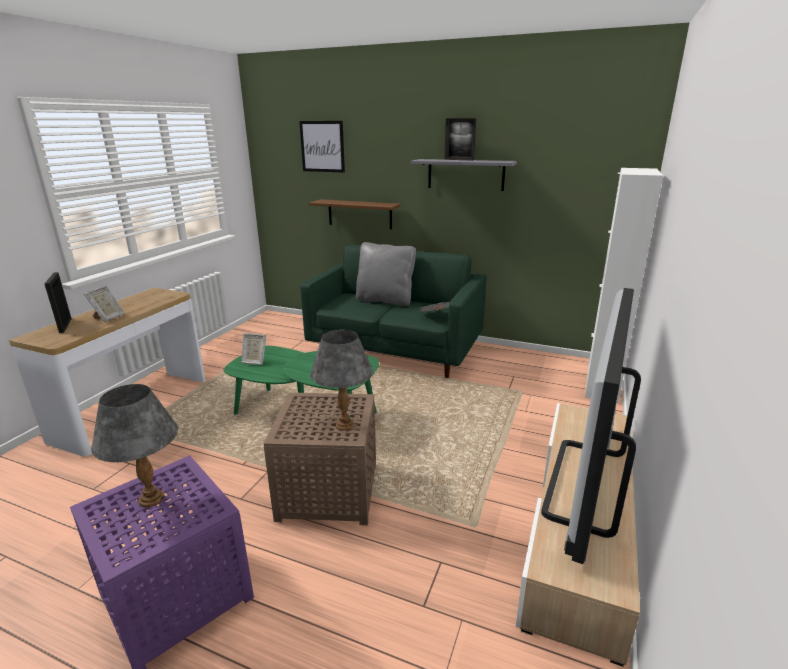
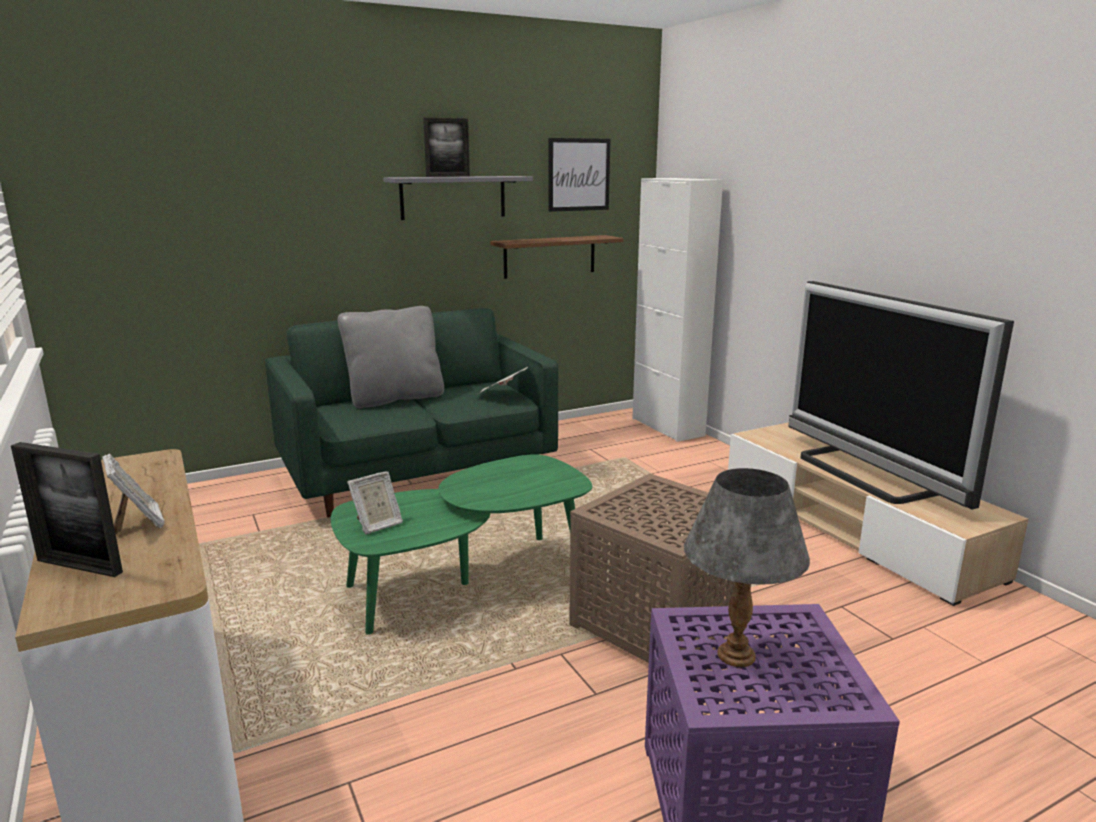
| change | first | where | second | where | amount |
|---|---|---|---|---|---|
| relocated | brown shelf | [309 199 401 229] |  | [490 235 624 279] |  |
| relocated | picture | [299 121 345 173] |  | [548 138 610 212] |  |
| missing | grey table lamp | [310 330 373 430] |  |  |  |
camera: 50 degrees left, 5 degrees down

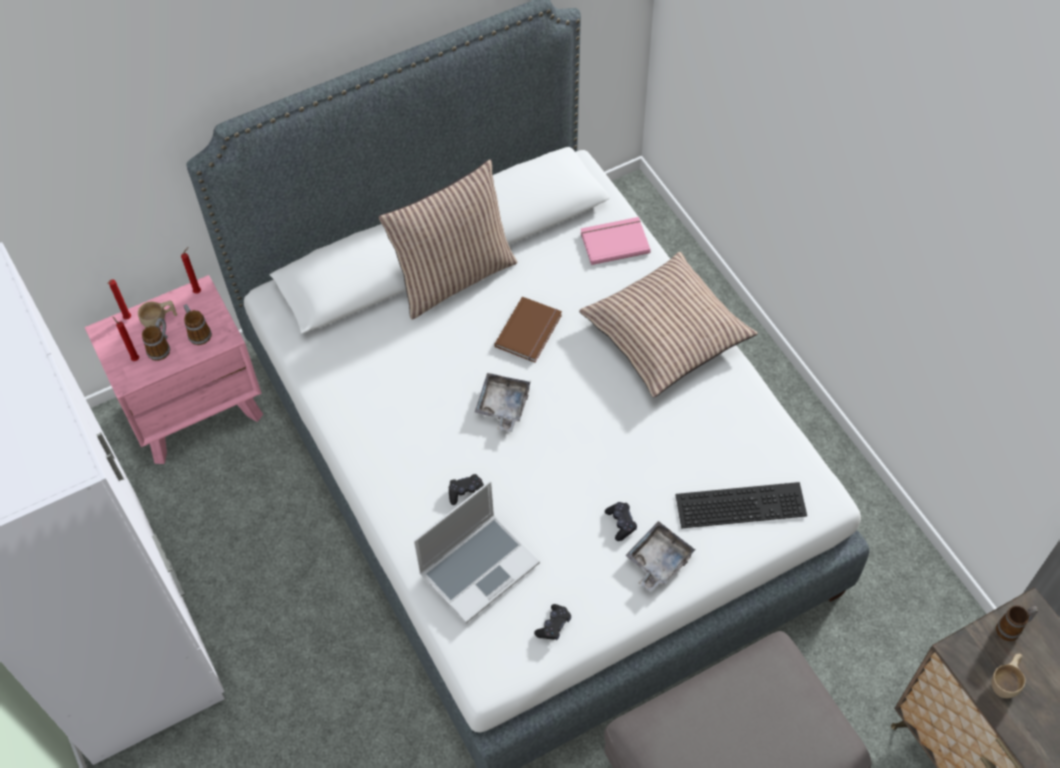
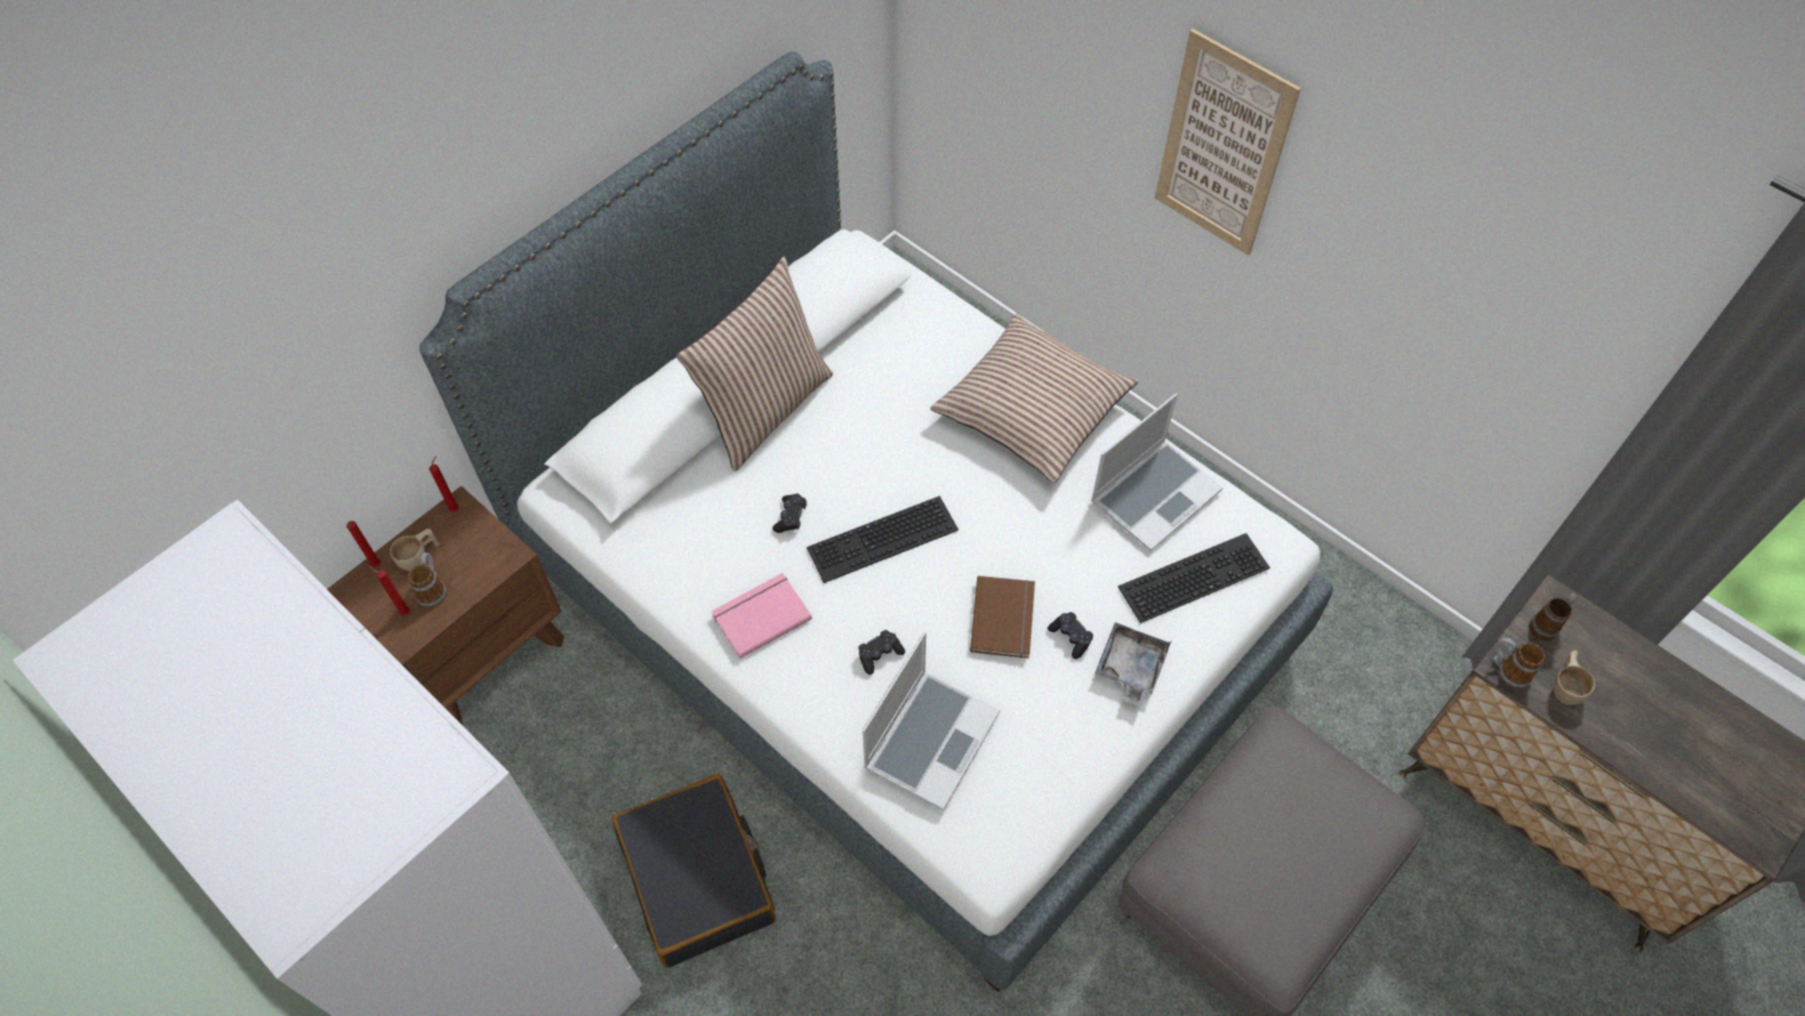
| change | first | where | second | where | amount |
|---|---|---|---|---|---|
| colour | pink nightstand | [85 275 263 464] | brown nightstand | [327 486 564 726] |  |
| appeared |  |  | black suitcase | [612 774 775 968] |  |
| relocated | pink book | [580 217 651 265] |  | [711 573 812 659] |  |
| relocated | black game controller | [534 604 571 641] |  | [772 494 807 533] |  |
| exchanged | grey tray | [475 373 531 432] | keyboard | [807 496 959 583] |  |
| relocated | brown book | [494 297 562 362] |  | [970 576 1035 658] |  |
| appeared |  |  | laptop | [1091 393 1223 551] |  |
| appeared |  |  | picture | [1155 28 1301 256] |  |
| relocated | mug | [184 304 212 345] |  | [1493 638 1545 689] |  |
camera: 20 degrees left, 0 degrees up

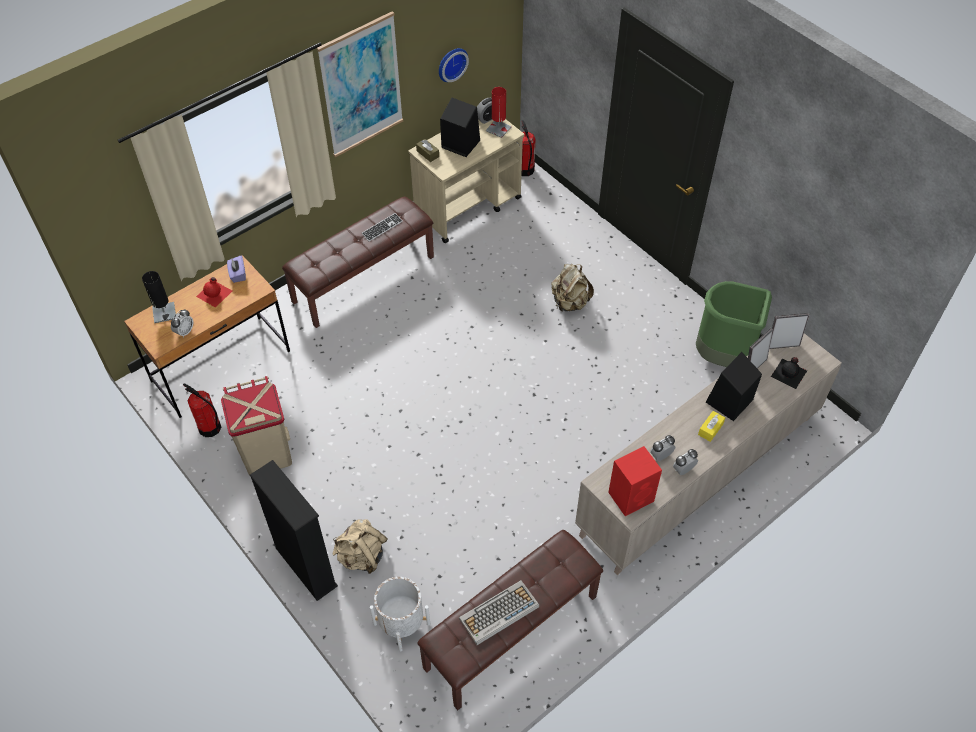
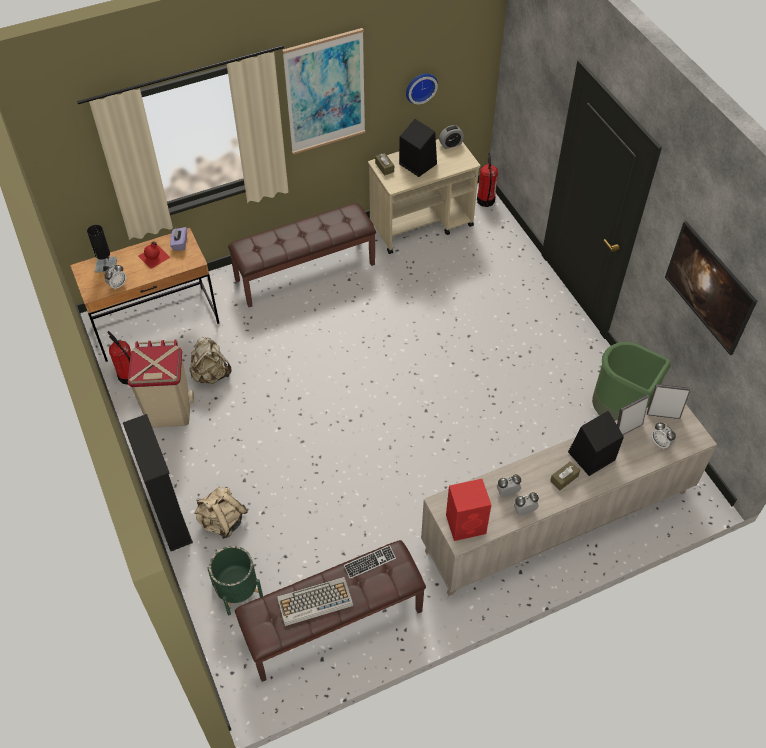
| change | first | where | second | where | amount |
|---|---|---|---|---|---|
| relocated | beige backpack | [551 263 594 312] |  | [189 337 231 384] |  |
| colour | white planter | [370 577 430 651] | green planter | [207 546 263 615] |  |
| relocated | keyboard | [361 213 403 242] |  | [344 545 396 579] |  |
| colour | yellow tissue box | [698 411 725 442] | brown tissue box | [550 461 580 490] |  |
| exchanged | black bottle | [771 357 807 389] | alarm clock | [651 423 676 449] |  |
| appeared |  |  | picture | [665 221 757 355] |  |
| missing | red table lamp | [486 87 512 138] |  |  |  |
camera: 15 degrees right, 0 degrees up

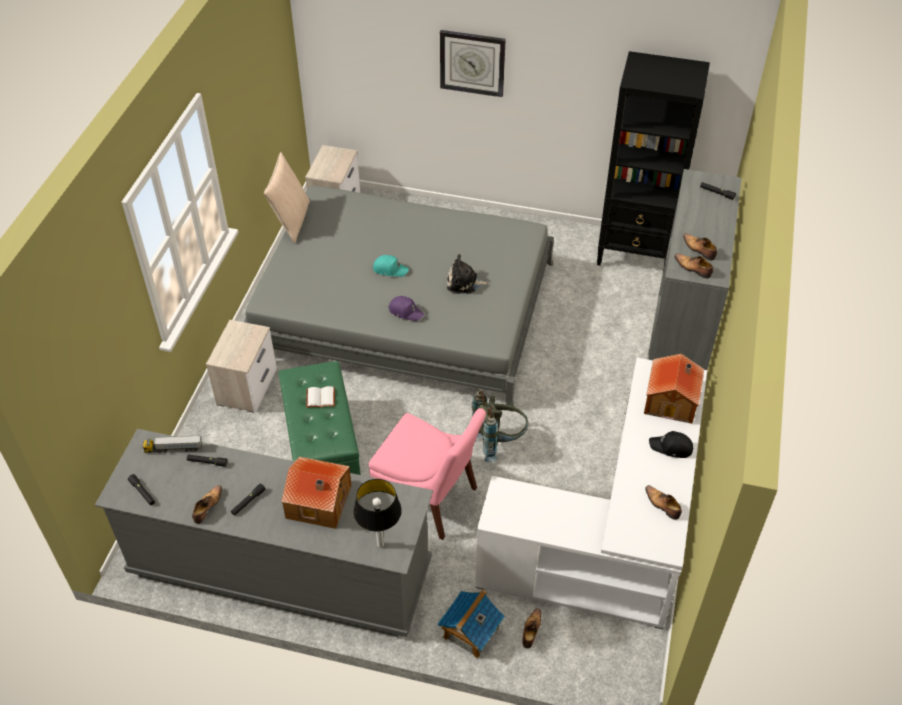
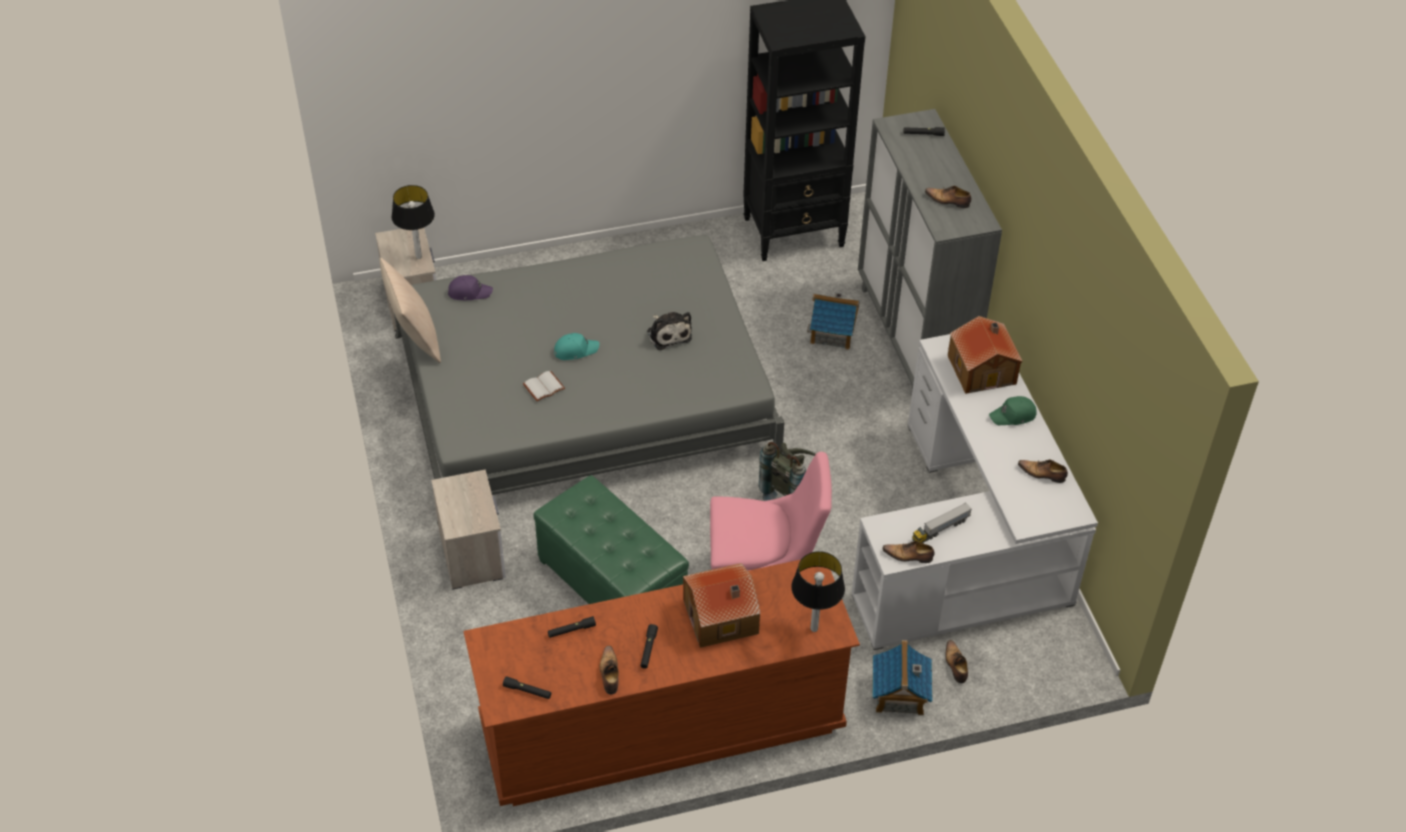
| change | first | where | second | where | amount |
|---|---|---|---|---|---|
| appeared |  |  | table lamp | [392 185 435 259] |  |
| relocated | purple cap | [388 296 424 321] |  | [448 275 493 300] |  |
| colour | grey dresser | [95 429 433 637] | brown dresser | [463 560 860 806] |  |
| relocated | white book | [306 386 335 408] |  | [523 371 565 401] |  |
| spun | plush toy | [447 254 489 294] |  | [647 312 692 350] | 90 degrees counterclockwise |
| appeared |  |  | toy house | [807 292 860 350] |  |
| relocated | shoe | [674 254 713 279] |  | [883 541 935 563] |  |
| relocated | toy truck | [143 435 202 453] |  | [912 502 972 543] |  |
| colour | black cap | [649 431 694 458] | green cap | [989 396 1037 425] |  |
| missing | wall clock | [440 30 506 97] |  |  |  |
camera: 30 degrees left, 0 degrees up

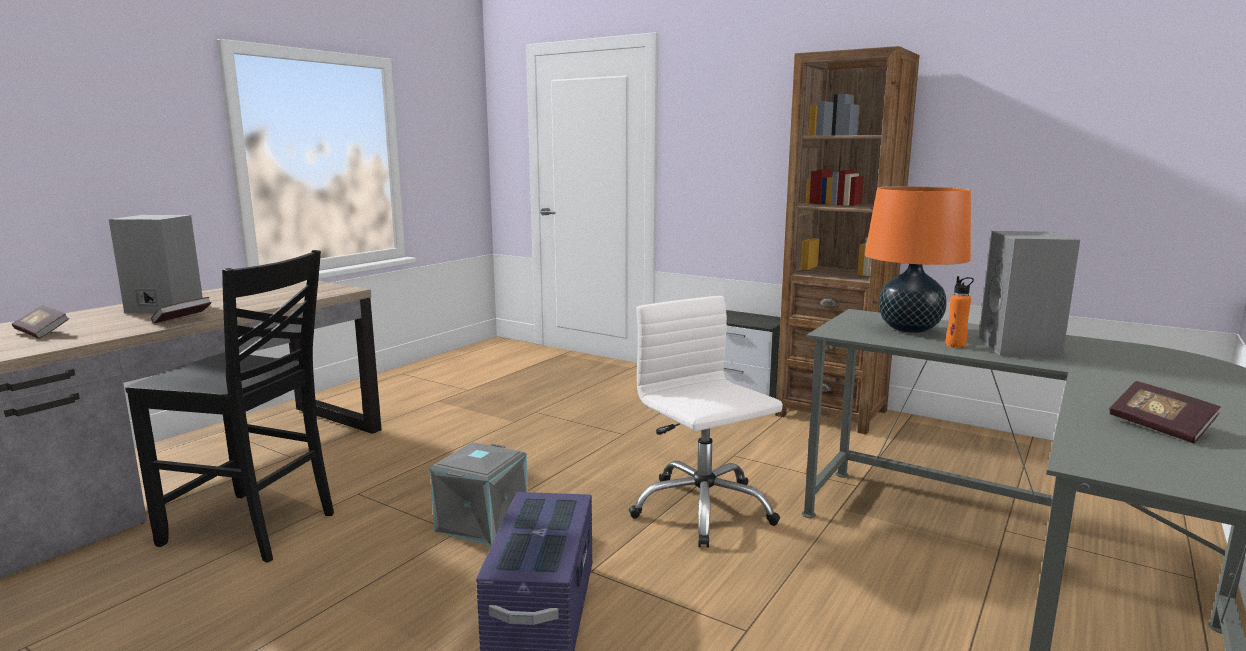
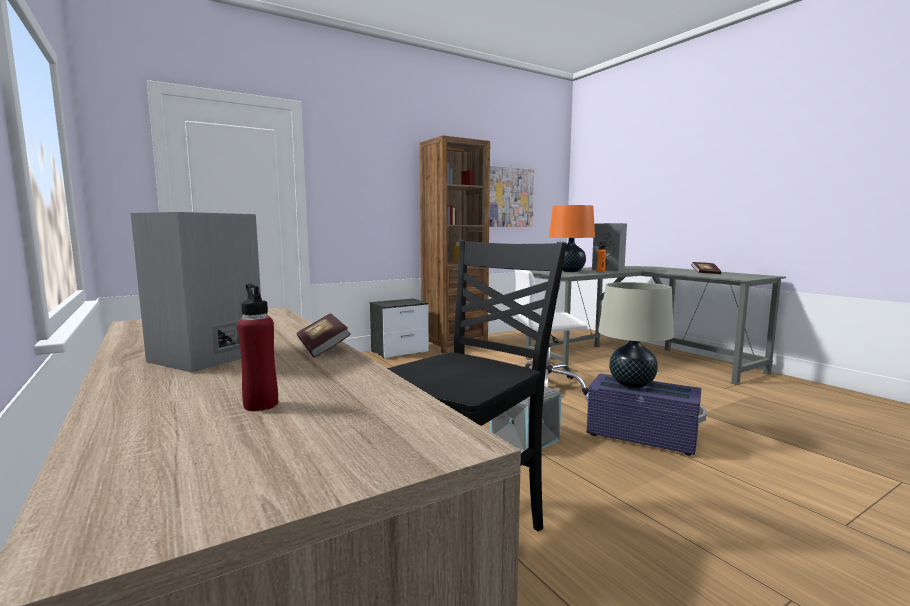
| change | first | where | second | where | amount |
|---|---|---|---|---|---|
| exchanged | book | [12 305 69 339] | red bottle | [237 284 278 411] |  |
| appeared |  |  | picture | [489 166 534 227] |  |
| appeared |  |  | beige table lamp | [598 282 674 388] |  |
camera: 65 degrees left, 5 degrees down

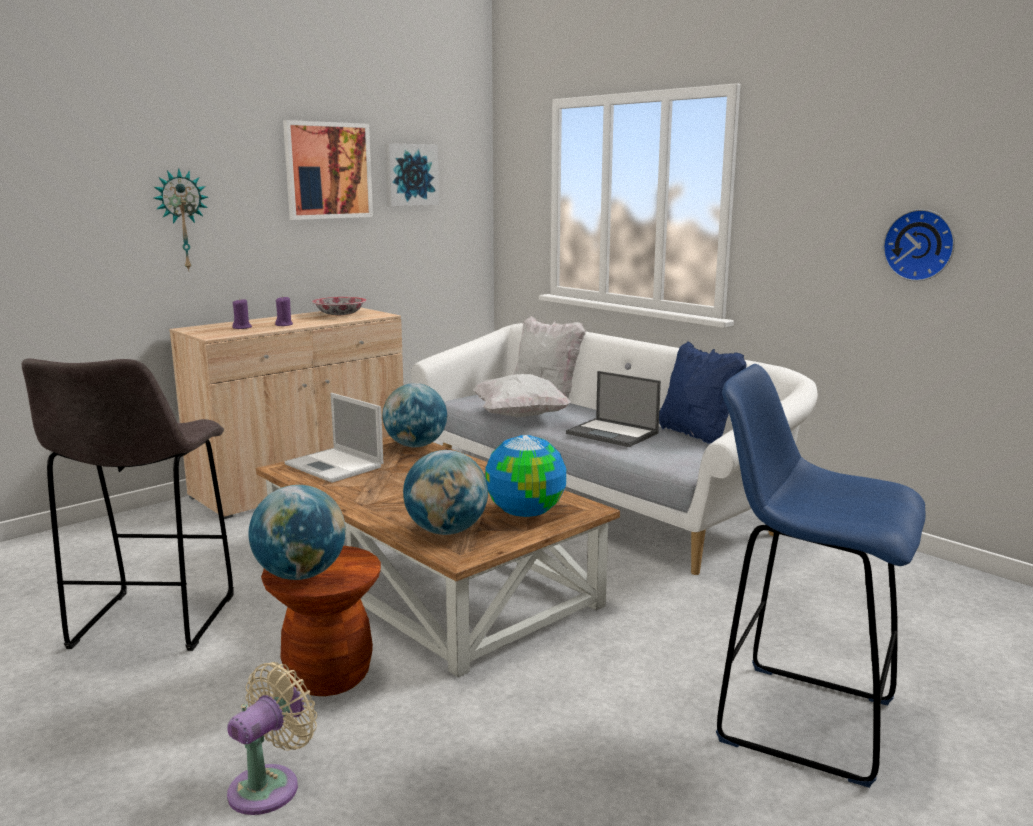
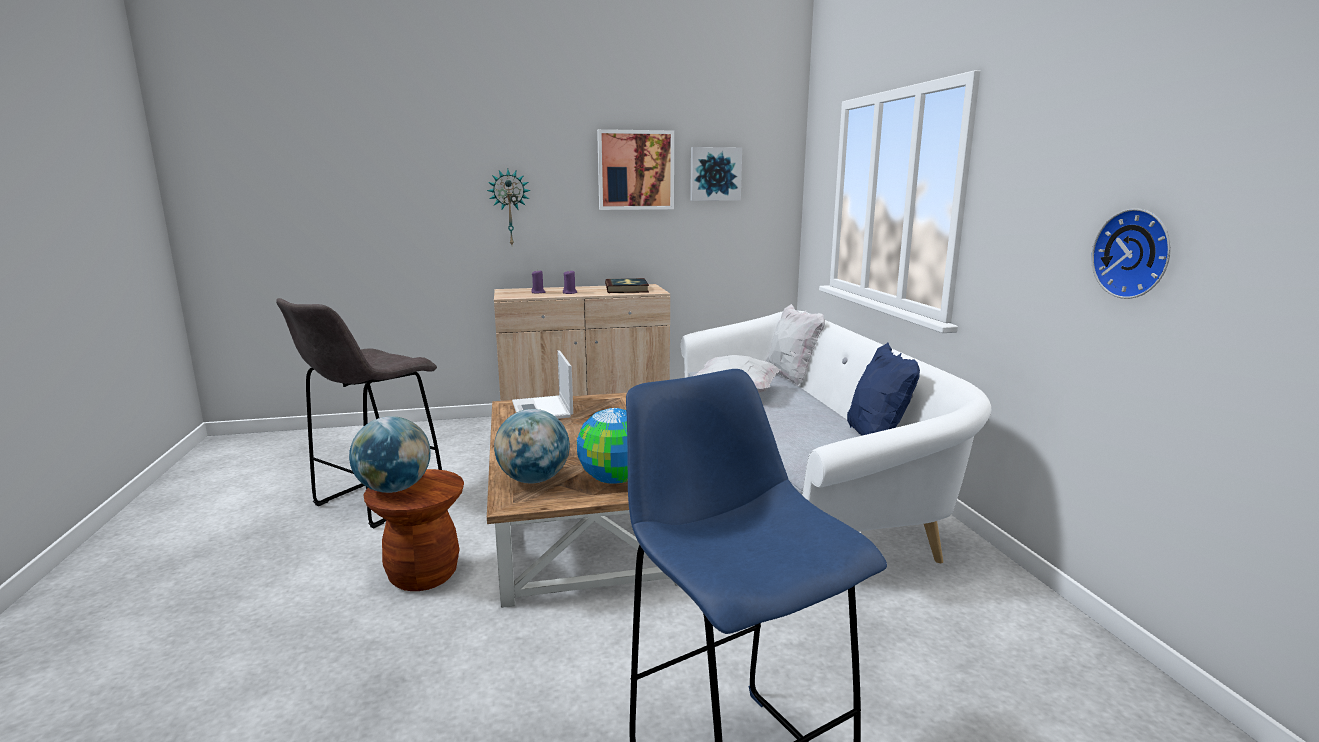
| change | first | where | second | where | amount |
|---|---|---|---|---|---|
| exchanged | bowl | [312 297 367 315] | book | [605 278 649 293] |  |
| missing | beige fan | [227 662 317 815] |  |  |  |
| missing | globe | [383 383 447 448] |  |  |  |
| missing | laptop | [566 371 661 447] |  |  |  |
camera: 30 degrees right, 0 degrees up

